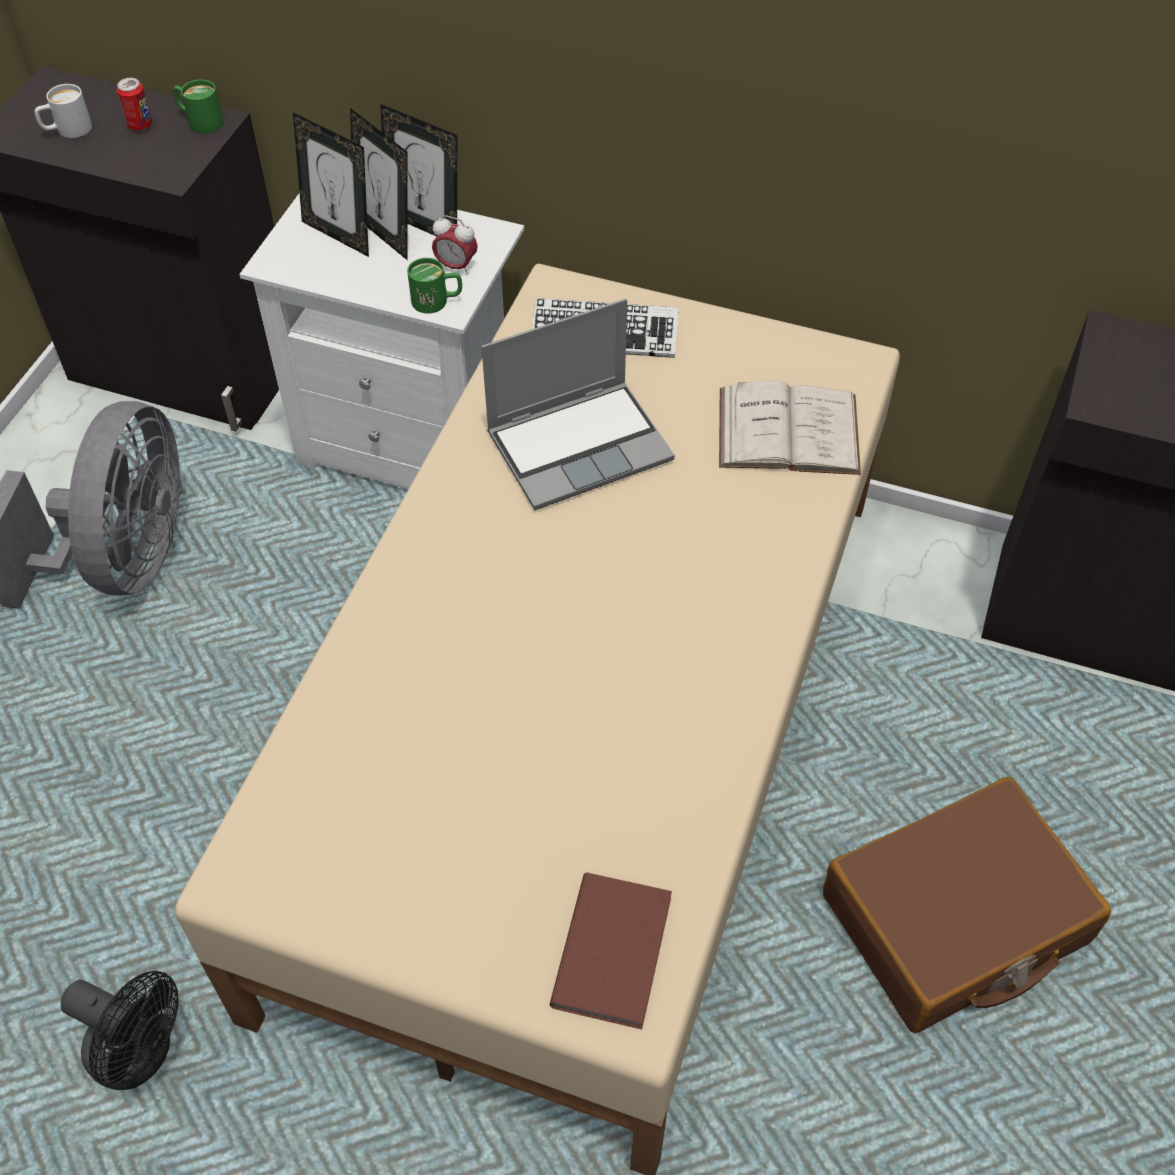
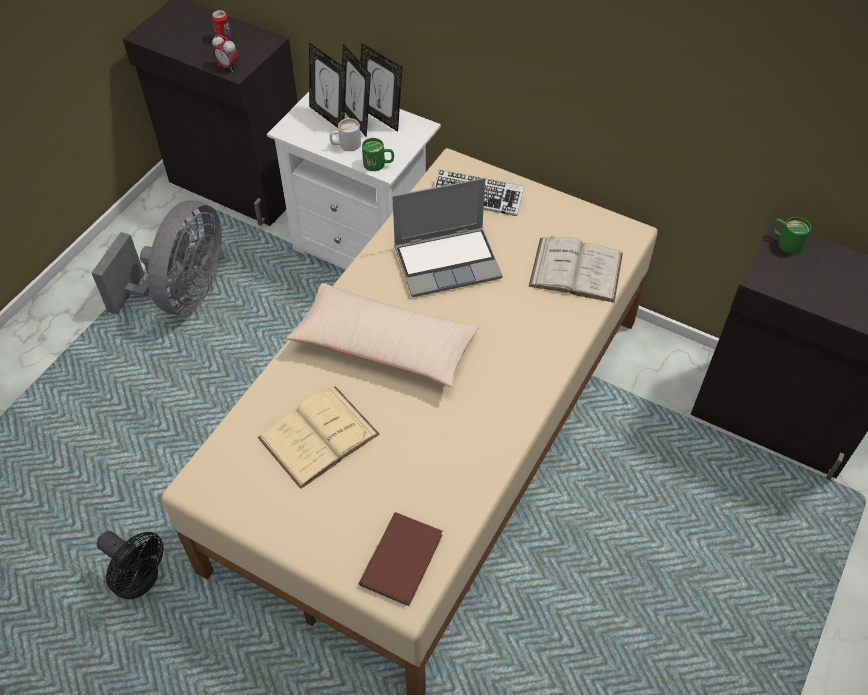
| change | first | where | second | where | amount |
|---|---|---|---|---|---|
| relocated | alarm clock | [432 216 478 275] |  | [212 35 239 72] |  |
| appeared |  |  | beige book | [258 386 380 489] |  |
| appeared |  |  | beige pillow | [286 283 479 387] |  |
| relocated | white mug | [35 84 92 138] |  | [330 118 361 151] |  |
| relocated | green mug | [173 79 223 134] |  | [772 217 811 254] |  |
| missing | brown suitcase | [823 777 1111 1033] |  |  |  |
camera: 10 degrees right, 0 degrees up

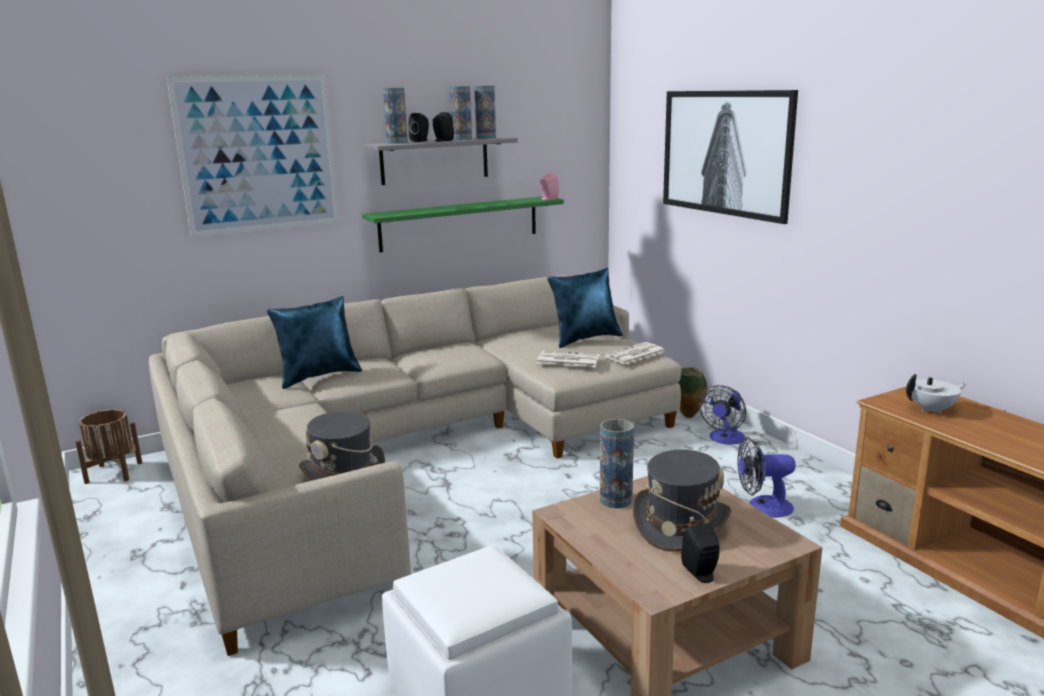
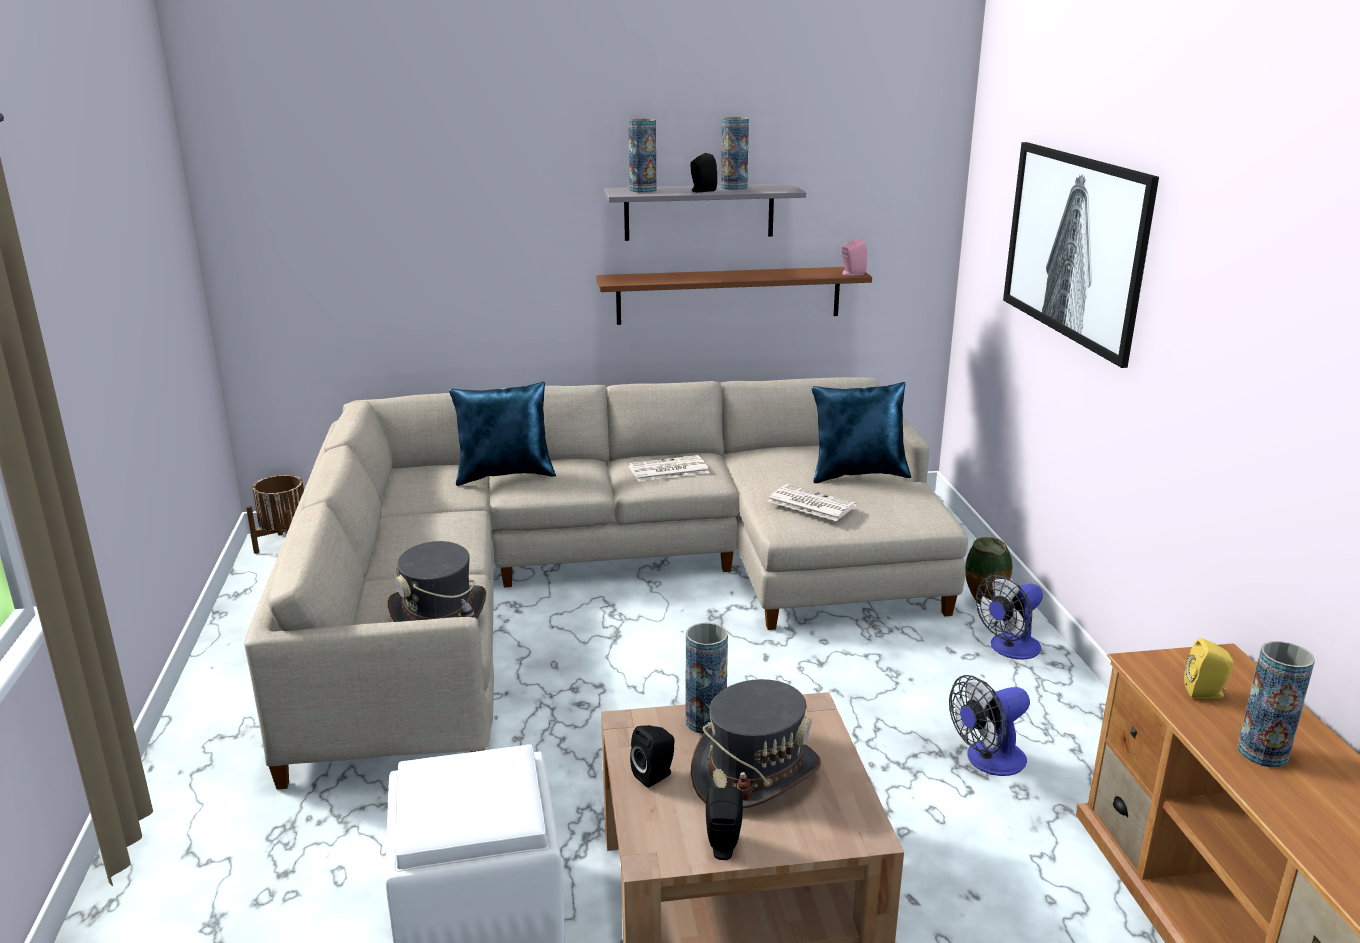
| change | first | where | second | where | amount |
|---|---|---|---|---|---|
| colour | green shelf | [362 196 564 252] | brown shelf | [597 267 872 325] |  |
| relocated | newspaper | [603 342 665 364] |  | [628 455 709 482] |  |
| relocated | black speaker | [409 113 429 142] |  | [630 725 675 788] |  |
| spun | fan | [737 437 796 517] |  | [949 675 1030 776] | 45 degrees counterclockwise |
| exchanged | white teapot | [906 374 967 415] | yellow speaker | [1184 638 1234 699] |  |
| relocated | vase | [474 86 496 139] |  | [1237 641 1315 768] |  |
| missing | picture | [167 75 339 237] |  |  |  |
camera: 20 degrees right, 5 degrees up

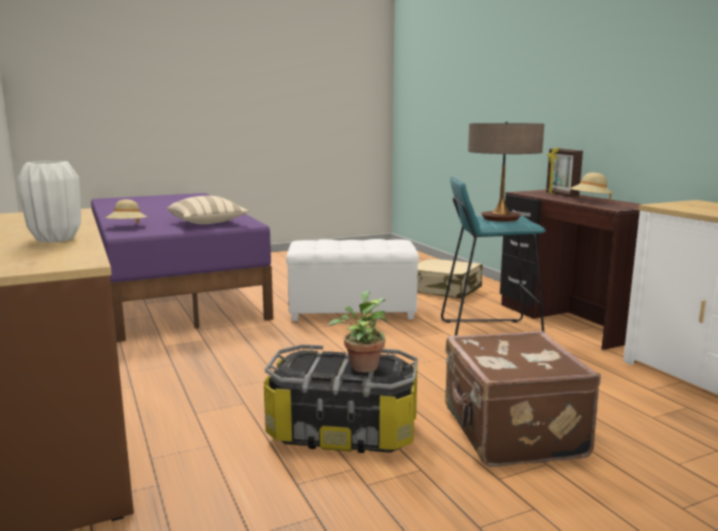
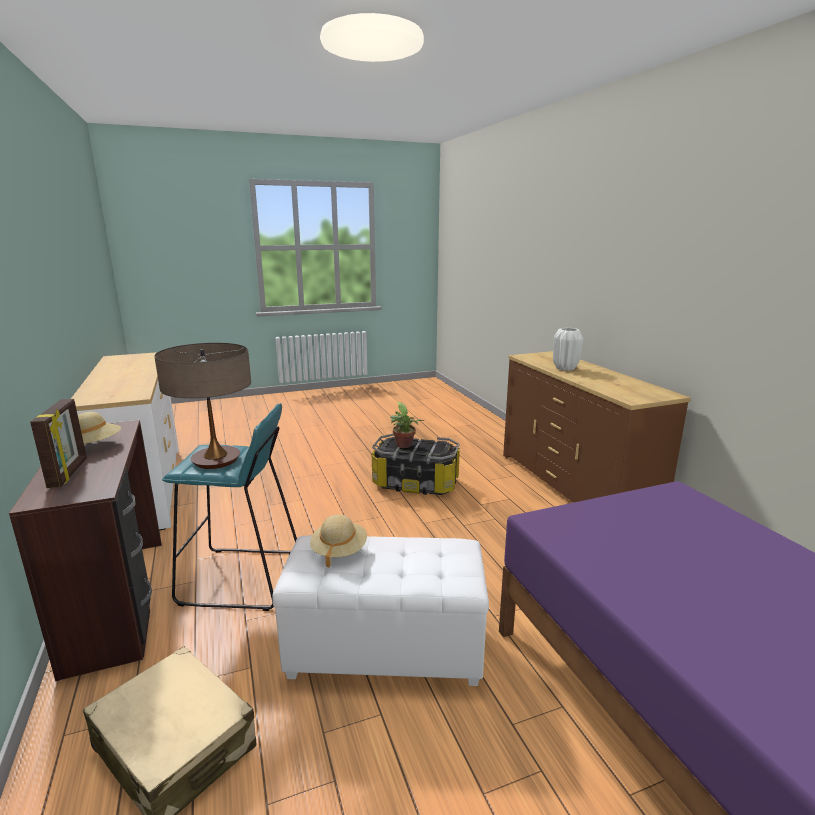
| change | first | where | second | where | amount |
|---|---|---|---|---|---|
| relocated | beige hat | [105 200 147 224] |  | [310 514 367 568] |  |
| missing | beige pillow | [167 196 249 224] |  |  |  |
| missing | brown suitcase | [445 331 601 467] |  |  |  |
camera: 175 degrees left, 5 degrees up

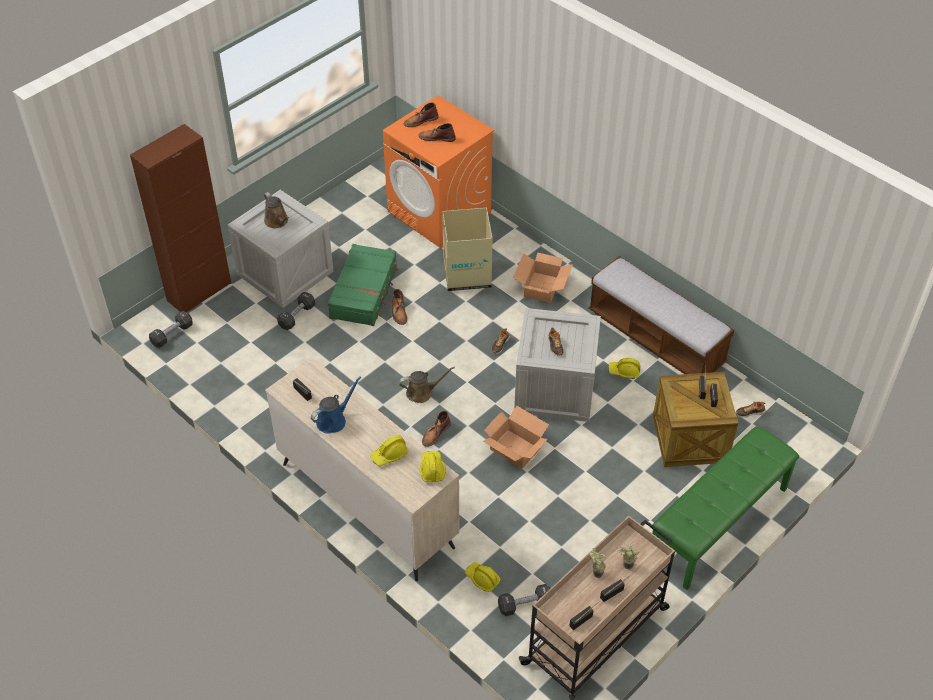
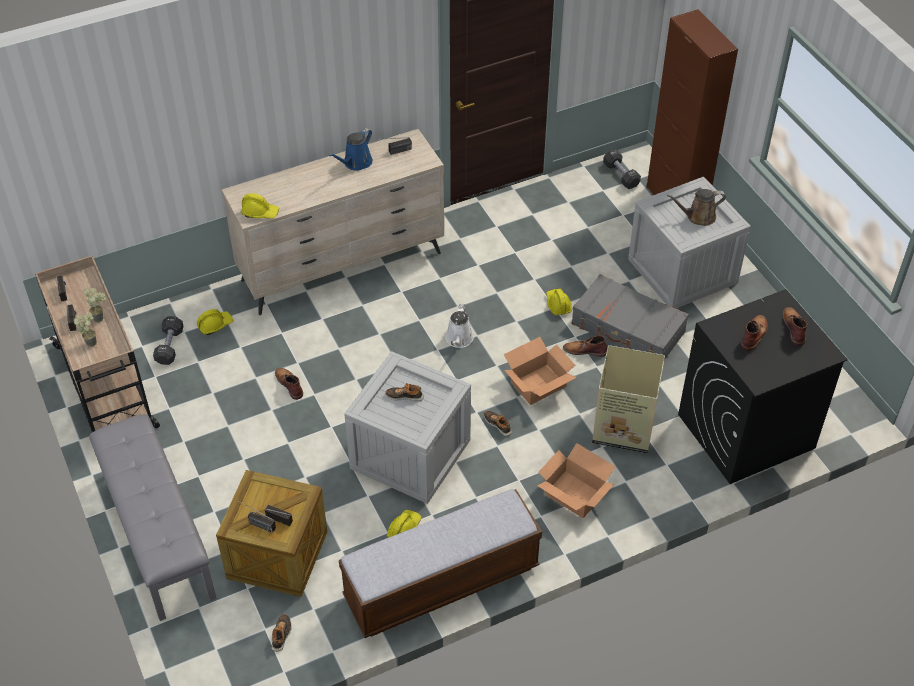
| change | first | where | second | where | amount |
|---|---|---|---|---|---|
| colour | green bench | [652 426 799 590] | grey bench | [89 414 217 621] |  |
| relocated | brown boot | [422 411 451 447] |  | [275 368 303 400] |  |
| spun | blue watering can | [311 377 361 434] |  | [329 128 373 171] | 60 degrees clockwise |
| colour | brown watering can | [399 367 455 403] | white watering can | [445 304 474 348] |  |
| relocated | cardboard box | [483 406 549 469] |  | [504 337 577 405] |  |
| relocated | yellow hard hat | [370 435 408 466] |  | [546 288 572 315] |  |
| colour | green suitcase | [328 244 399 326] | grey suitcase | [571 274 689 360] |  |
| colour | orange washing machine | [383 95 494 248] | black washing machine | [678 289 848 484] |  |
| missing | black dumbbell | [277 292 315 330] |  |  |  |
camera: 110 degrees right, 0 degrees up

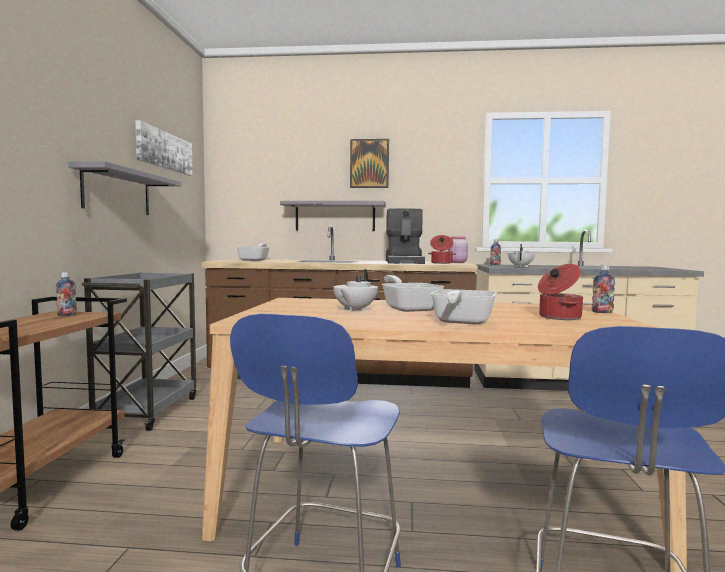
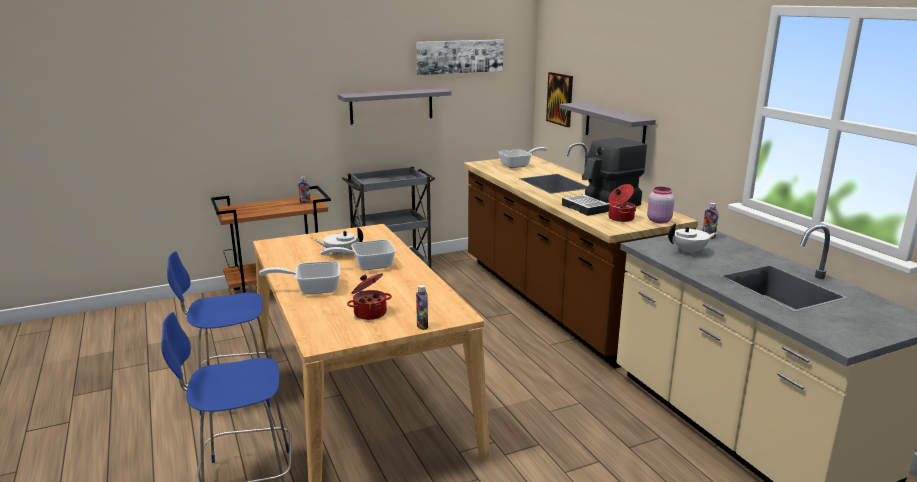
| change | first | where | second | where | amount |
|---|---|---|---|---|---|
| spun | frying pan | [382 275 444 312] |  | [320 240 396 270] | 150 degrees counterclockwise |
| relocated | picture | [350 139 389 188] |  | [546 72 573 127] |  |
camera: 60 degrees right, 15 degrees up

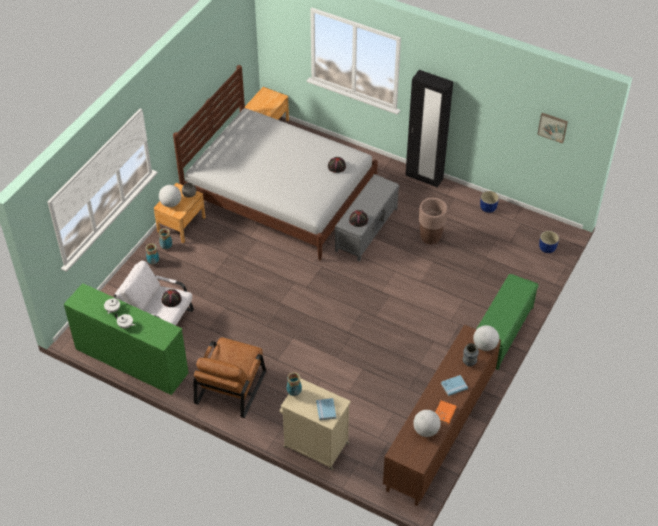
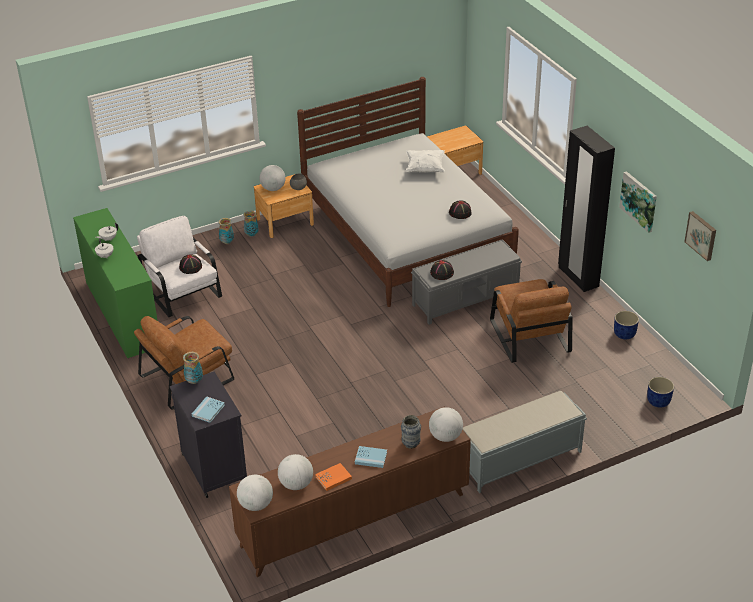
| change | first | where | second | where | amount |
|---|---|---|---|---|---|
| colour | beige cabinet | [279 378 351 470] | black cabinet | [170 371 247 498] |  |
| appeared |  |  | globe | [237 475 273 511] |  |
| appeared |  |  | white pillow | [406 150 445 172] |  |
| colour | green bench | [477 274 539 370] | grey bench | [463 391 587 493] |  |
| exchanged | brown planter | [419 198 448 244] | brown armchair | [490 279 573 363] |  |
| appeared |  |  | picture | [619 171 657 233] |  |
camera: 35 degrees right, 10 degrees down

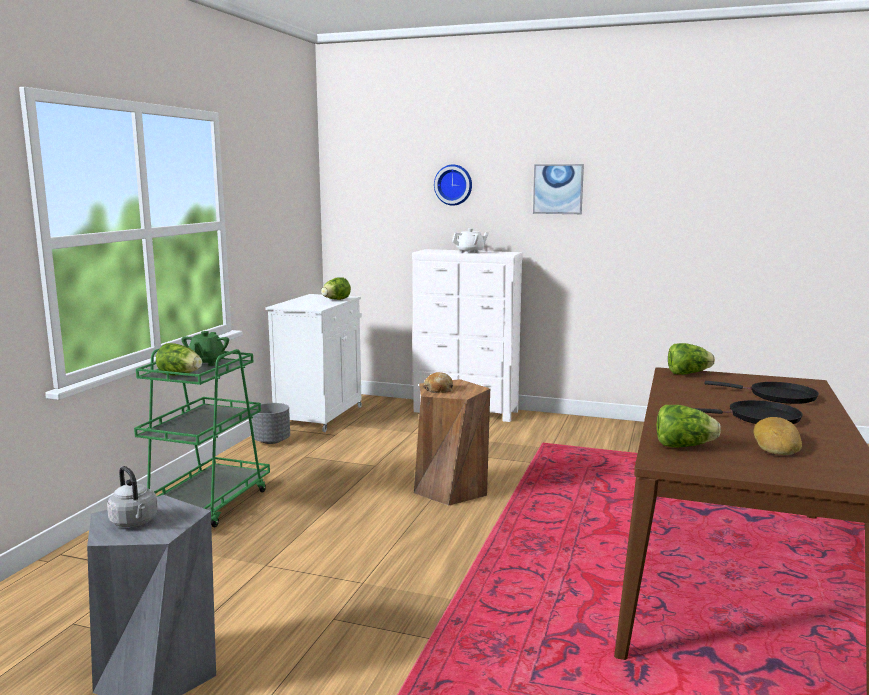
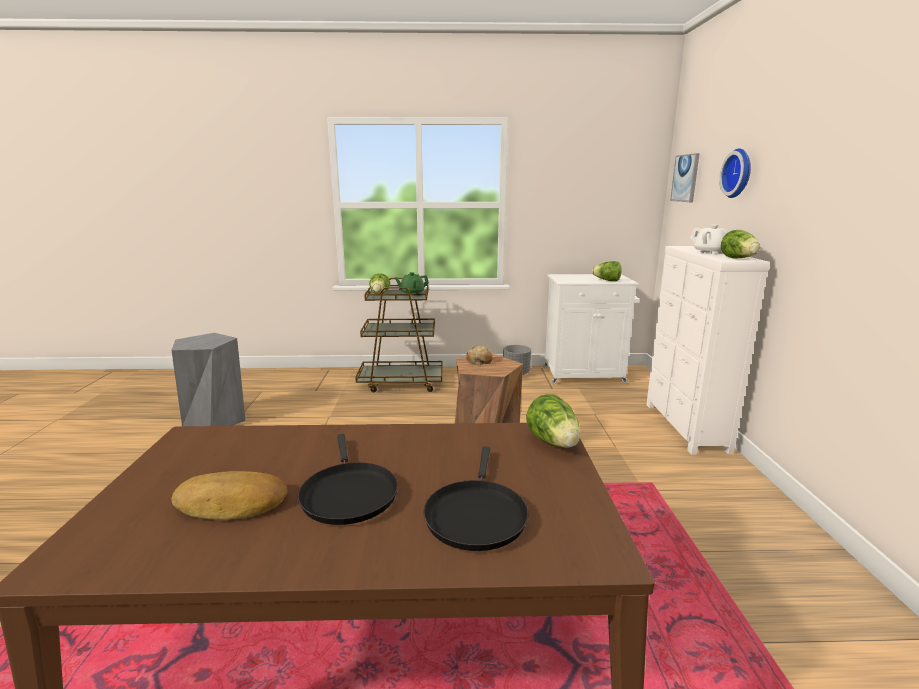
| change | first | where | second | where | amount |
|---|---|---|---|---|---|
| colour | green cart | [134 349 270 527] | brown cart | [355 278 443 392] |  |
| relocated | picture | [533 164 584 214] |  | [670 153 700 202] |  |
| relocated | lettuce | [657 405 721 448] |  | [721 230 760 259] |  |
| missing | grey kettle | [107 466 158 527] |  |  |  |
camera: 70 degrees right, 5 degrees up

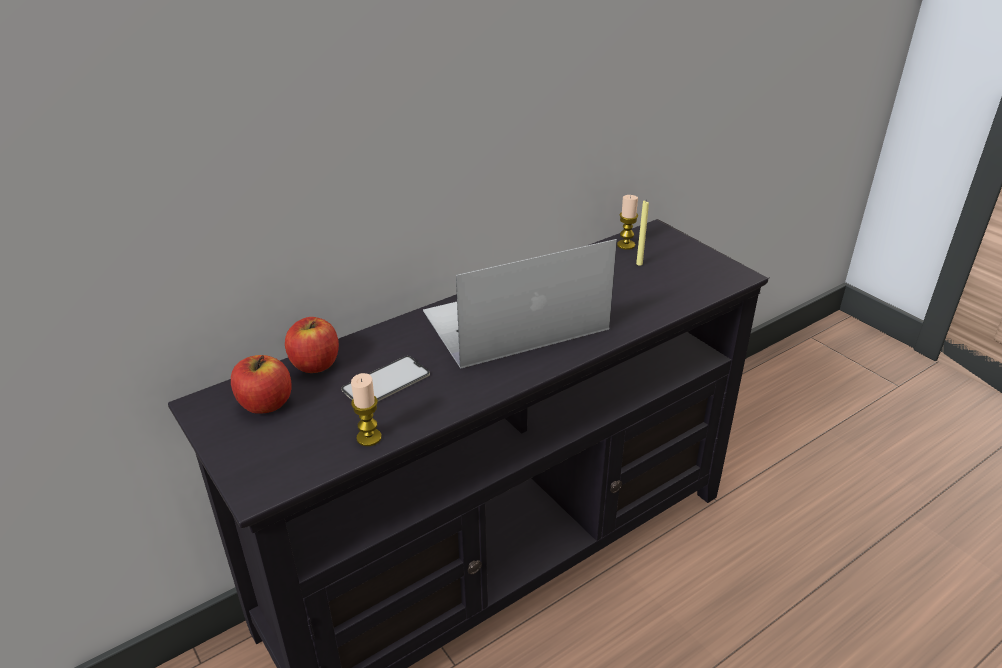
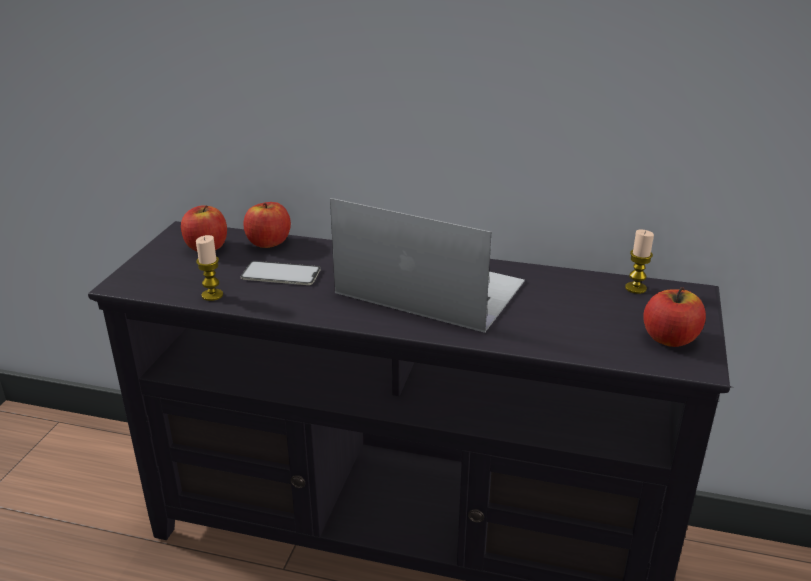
| change | first | where | second | where | amount |
|---|---|---|---|---|---|
| appeared |  |  | apple | [643 287 706 347] |  |
| missing | yellow candle | [636 201 649 266] |  |  |  |
camera: 50 degrees right, 5 degrees down

